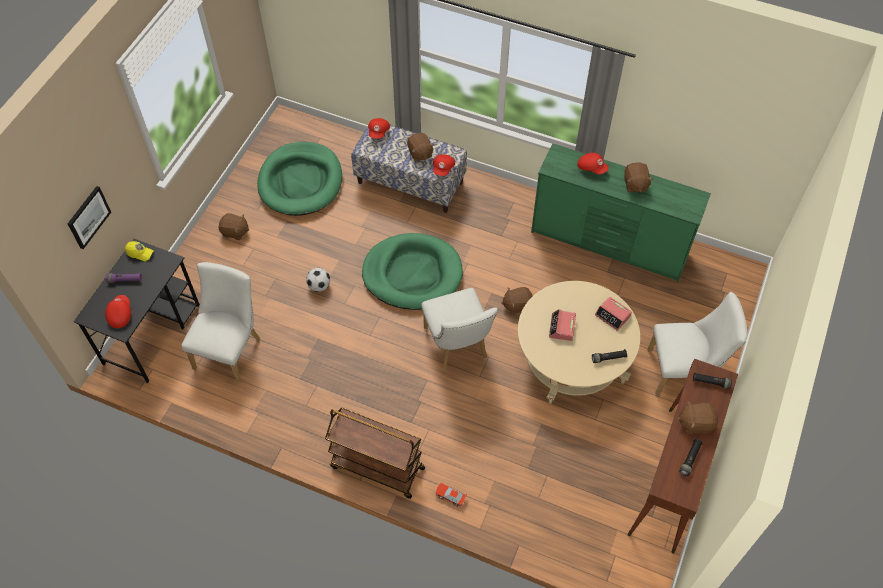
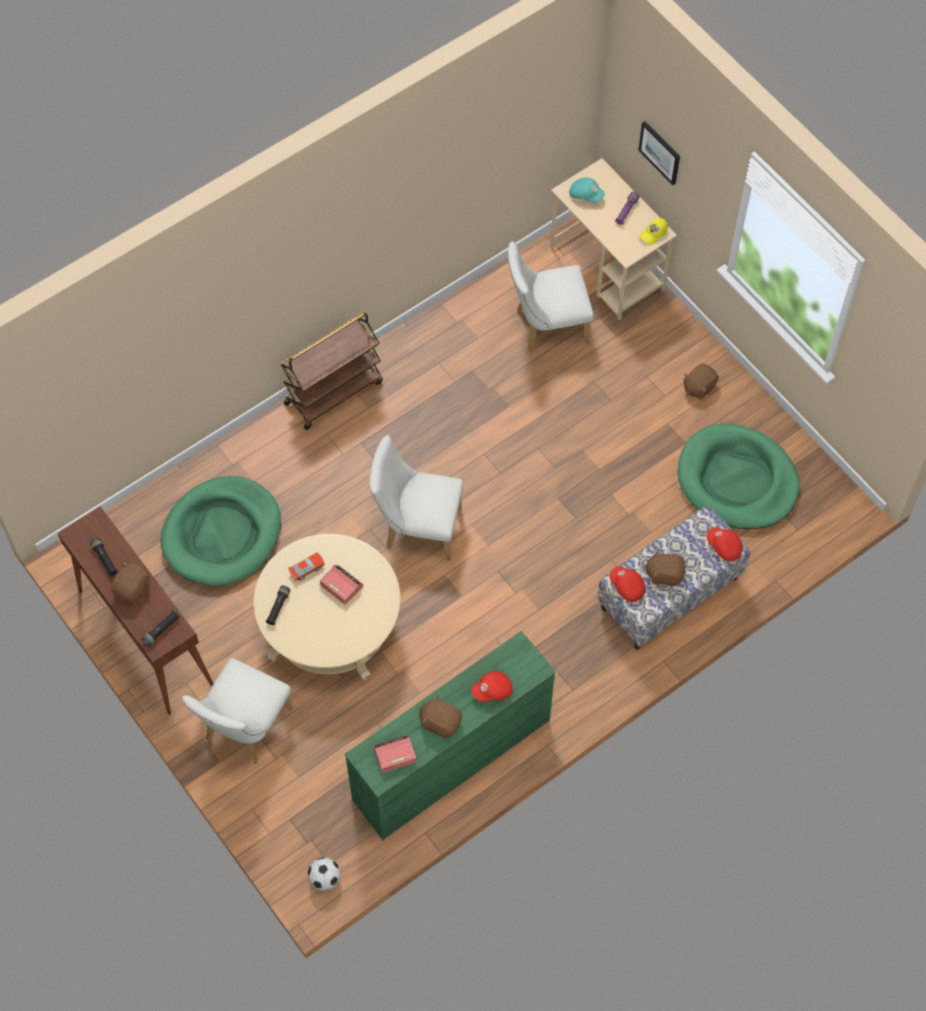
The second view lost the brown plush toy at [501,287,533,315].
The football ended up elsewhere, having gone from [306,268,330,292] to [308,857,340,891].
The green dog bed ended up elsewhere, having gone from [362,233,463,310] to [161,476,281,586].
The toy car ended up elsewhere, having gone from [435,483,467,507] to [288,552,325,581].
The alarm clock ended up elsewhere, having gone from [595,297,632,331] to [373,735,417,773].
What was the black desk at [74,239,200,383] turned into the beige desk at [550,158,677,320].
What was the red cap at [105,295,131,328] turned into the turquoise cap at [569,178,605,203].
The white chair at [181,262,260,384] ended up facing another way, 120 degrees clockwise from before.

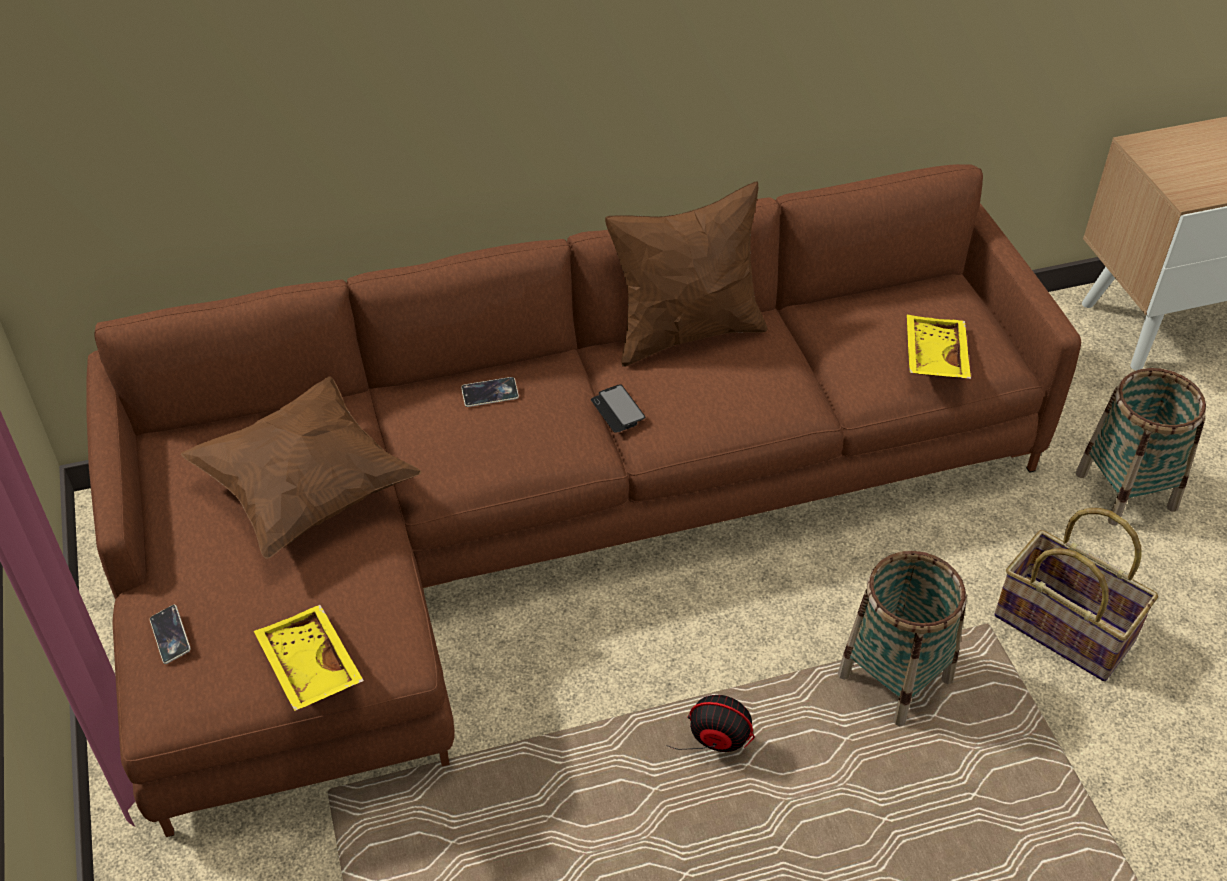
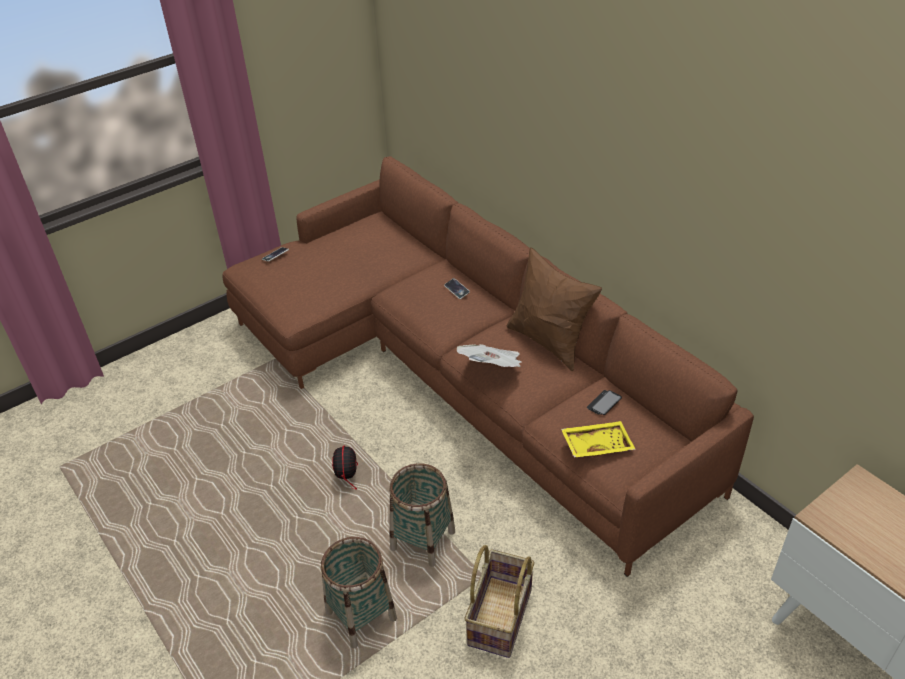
The second view lost the brown pillow at [181,376,422,559].
The second view lost the yellow tray at [254,605,364,711].
The second view gained the newspaper at [457,344,522,367].
The phone ended up elsewhere, having gone from [591,385,646,433] to [587,390,622,415].
The basket ended up elsewhere, having gone from [1076,368,1206,525] to [321,537,397,649].

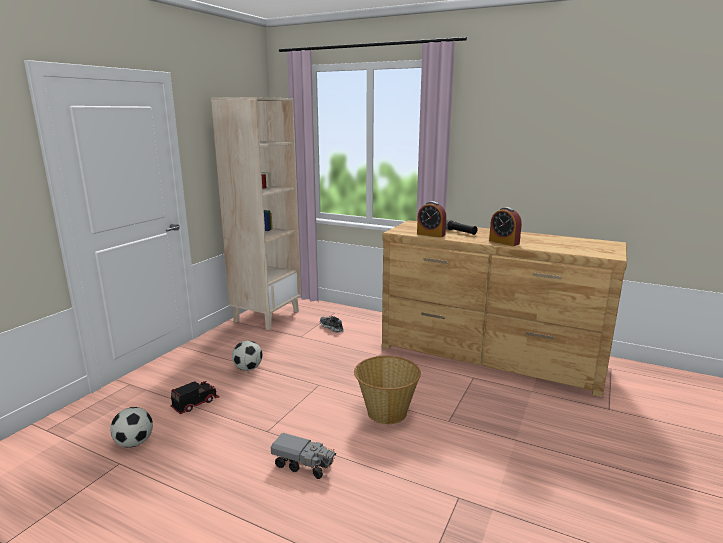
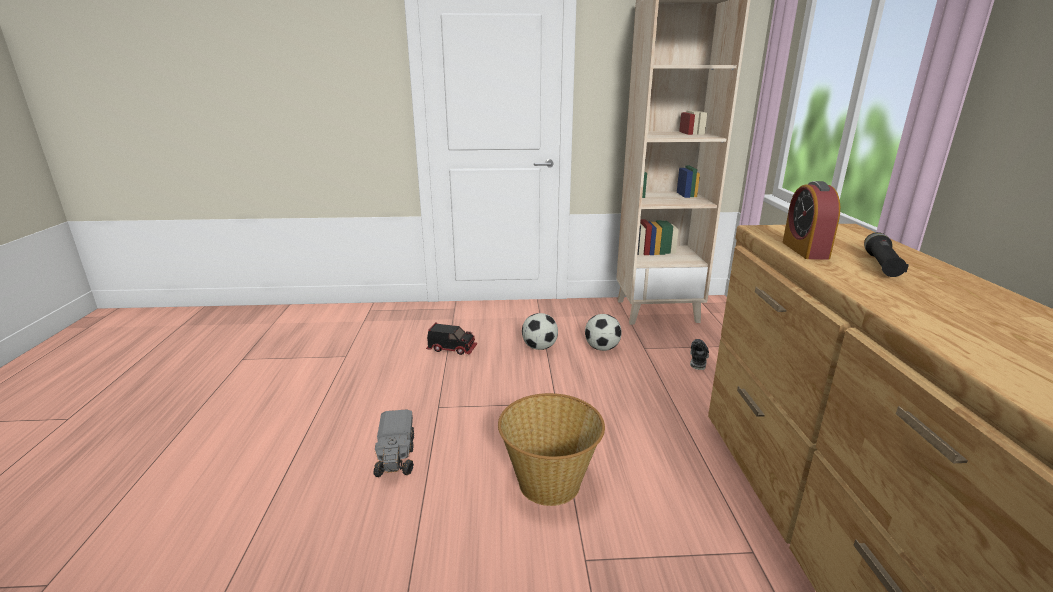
The second view lost the alarm clock at [489,207,522,246].
The football ended up elsewhere, having gone from [110,407,153,448] to [585,314,622,351].

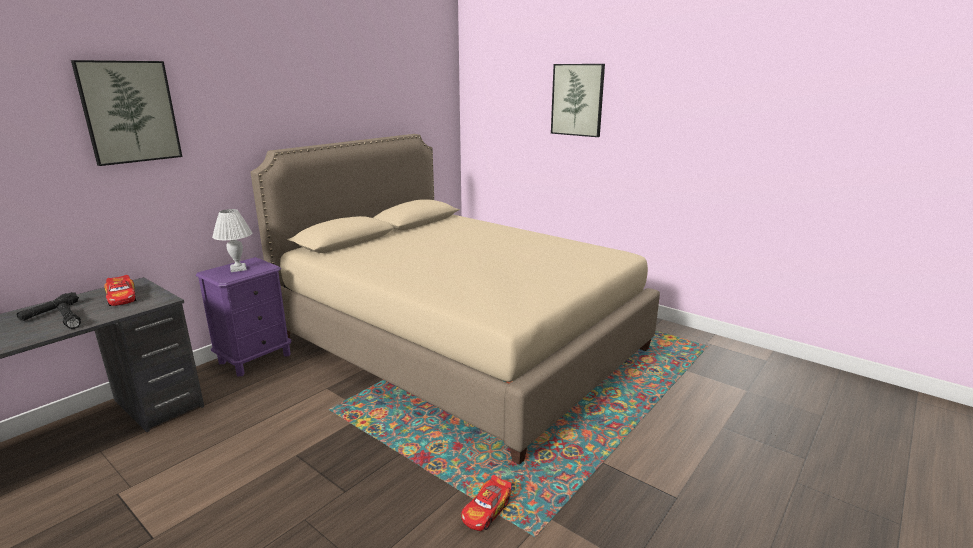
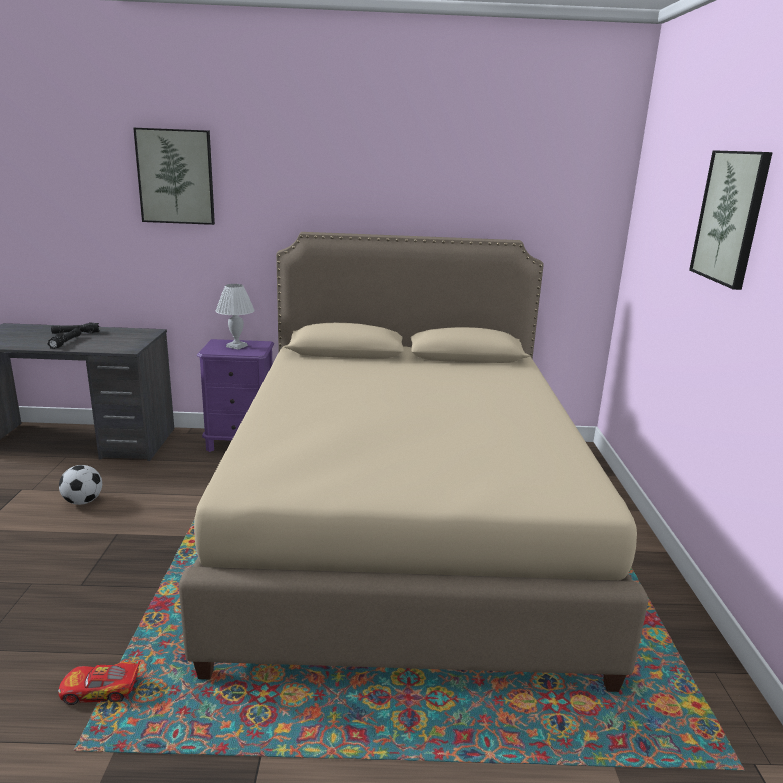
The second view lost the toy car at [104,275,136,306].
The second view gained the football at [59,465,102,505].

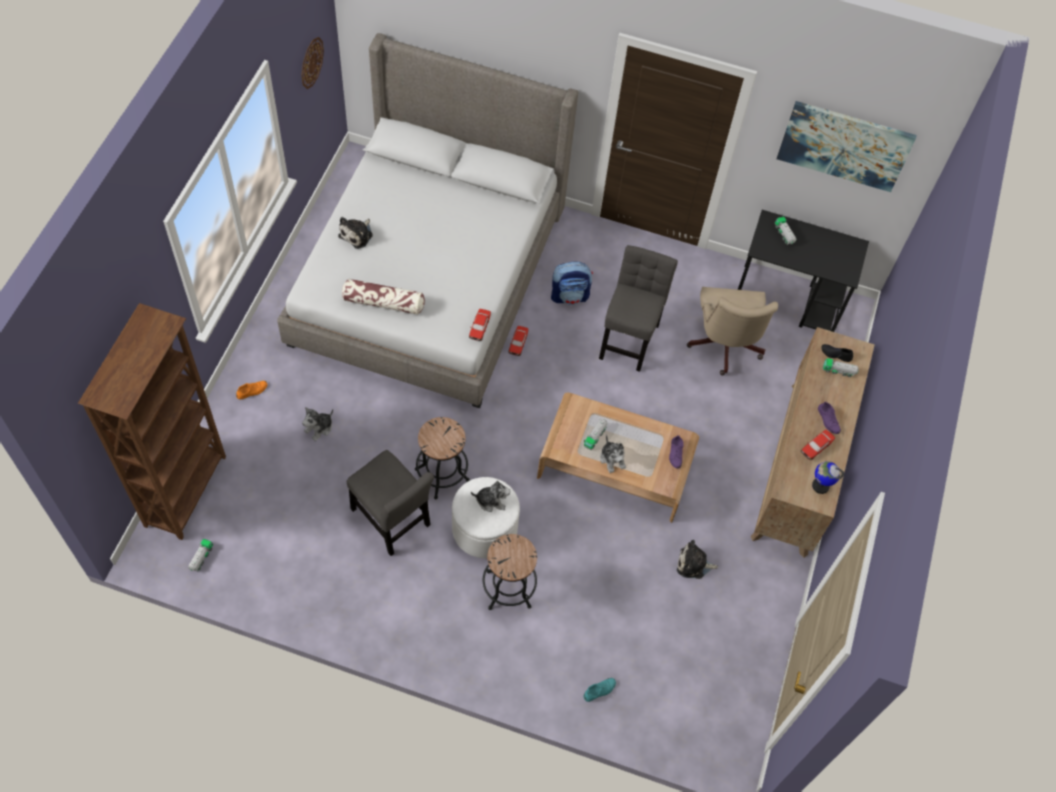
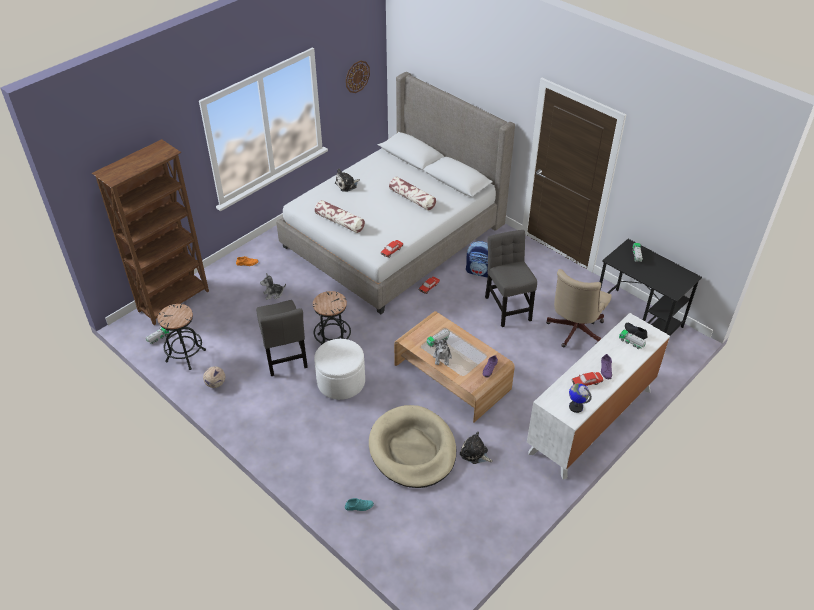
The second view lost the plush toy at [471,481,510,512].
The second view lost the picture at [777,101,917,192].
The second view gained the football at [203,366,225,388].
The second view gained the beige dog bed at [369,405,456,488].
The second view gained the pillow at [389,177,436,211].
The black stool ended up elsewhere, having gone from [483,534,537,610] to [157,304,206,370].
What was the brown dresser at [751,327,875,558] turned into the white dresser at [527,313,670,479].
The grey chair at [599,245,678,372] ended up facing another way, 60 degrees counterclockwise from before.

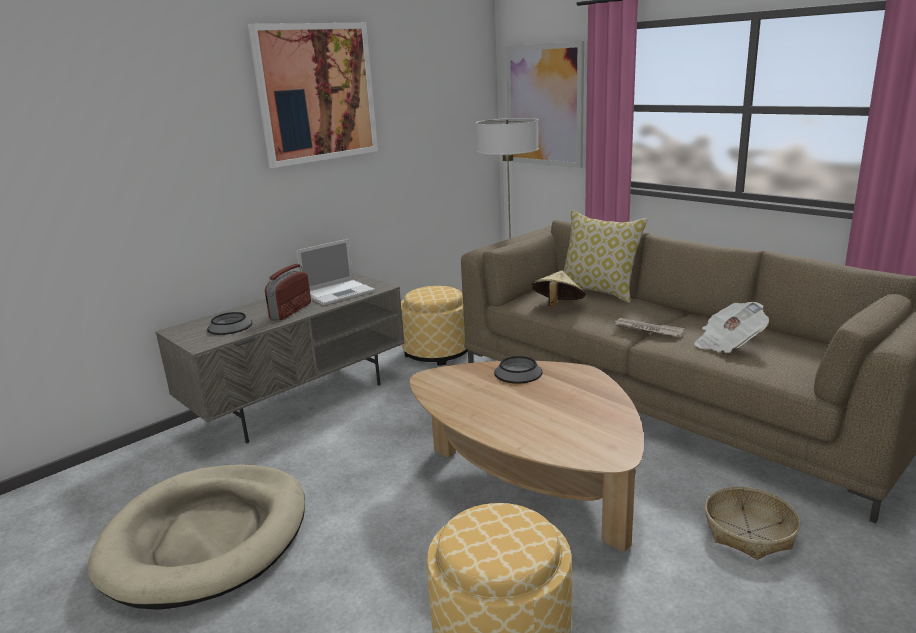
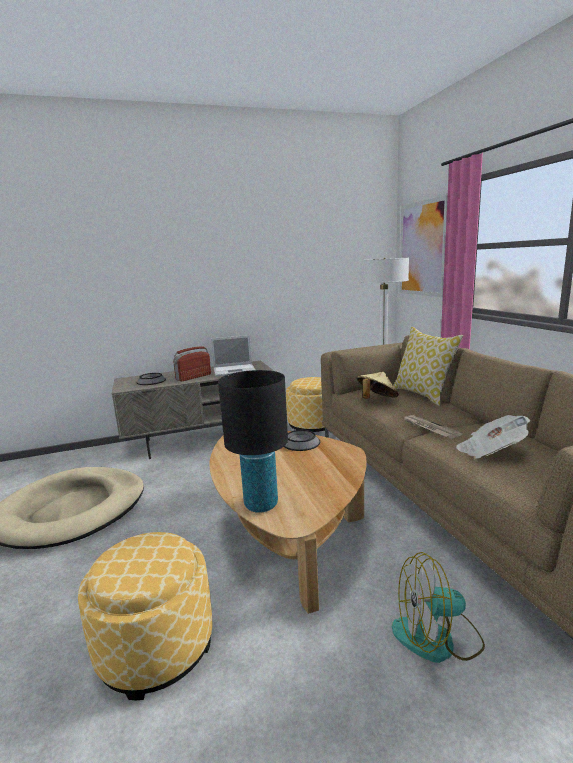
The second view lost the picture at [248,23,378,168].
The second view gained the black table lamp at [218,370,288,513].
Where the basket stood at [705,487,800,560], the fan came to stand at [392,552,485,663].

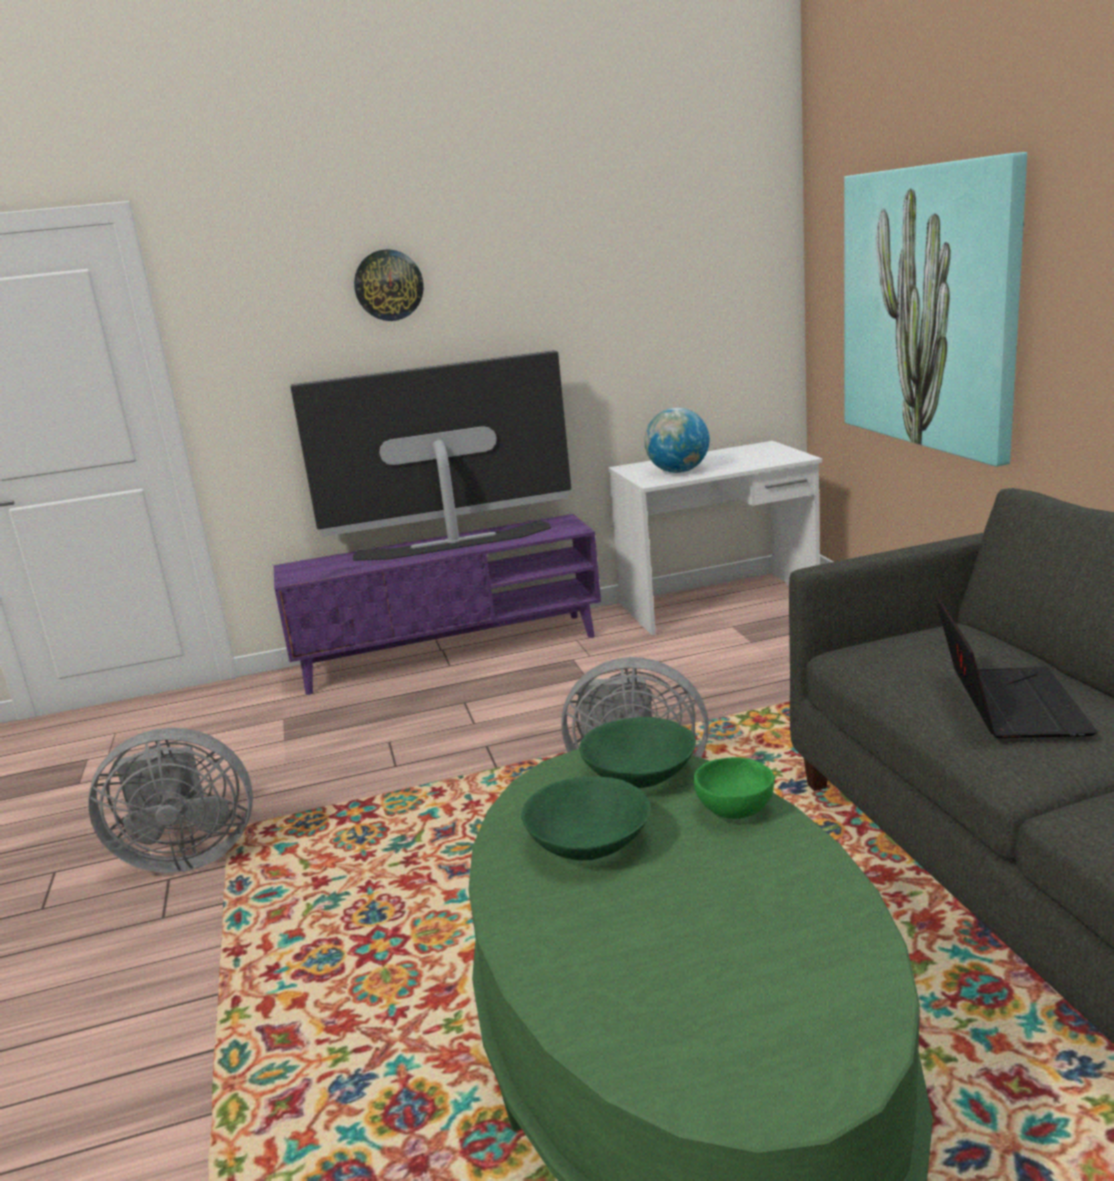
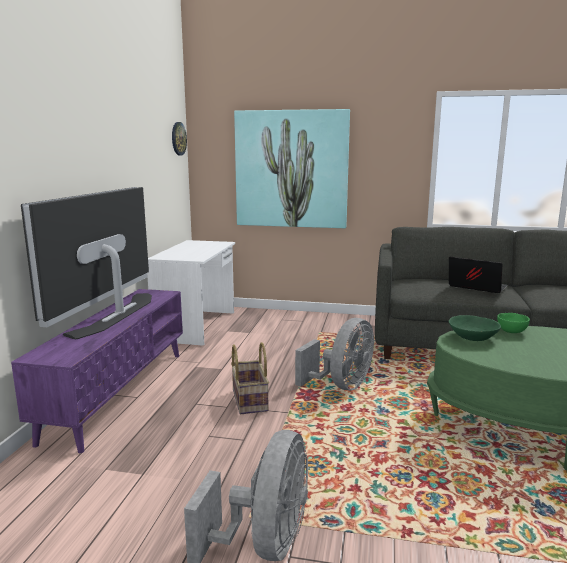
The second view lost the green bowl at [521,776,651,860].
The second view lost the globe at [644,408,709,473].
The second view gained the basket at [231,342,269,414].
The wall clock ended up elsewhere, having gone from [354,249,424,321] to [172,122,187,156].

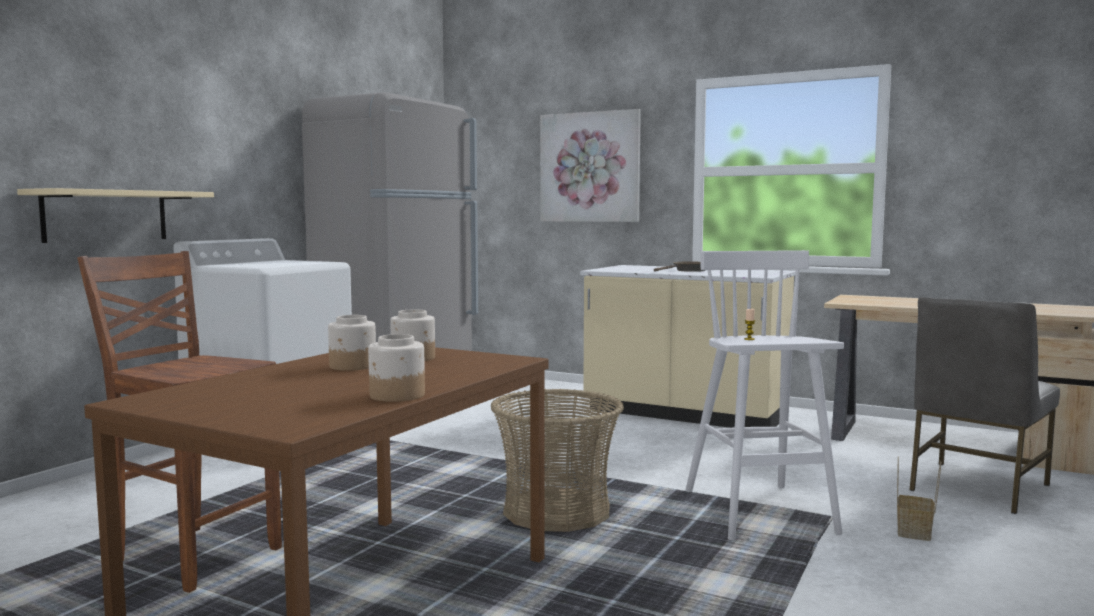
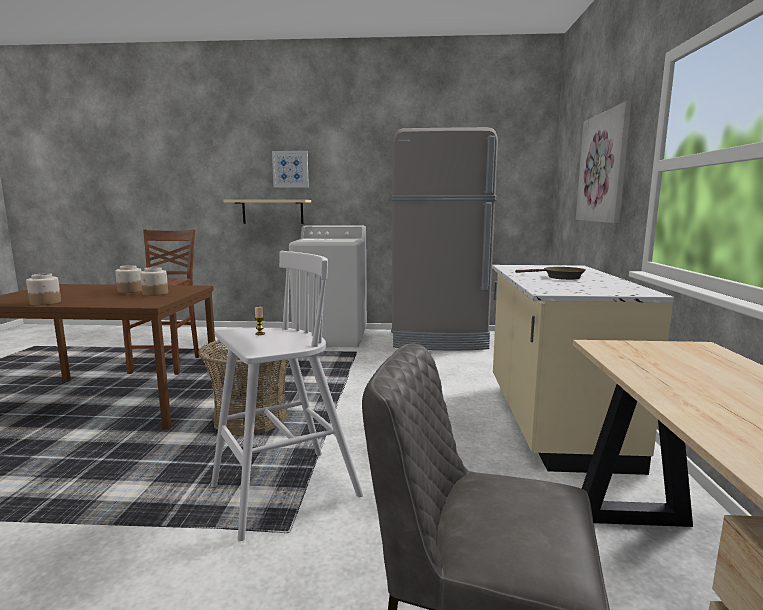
The second view lost the basket at [897,456,941,541].
The second view gained the picture at [272,151,309,188].

